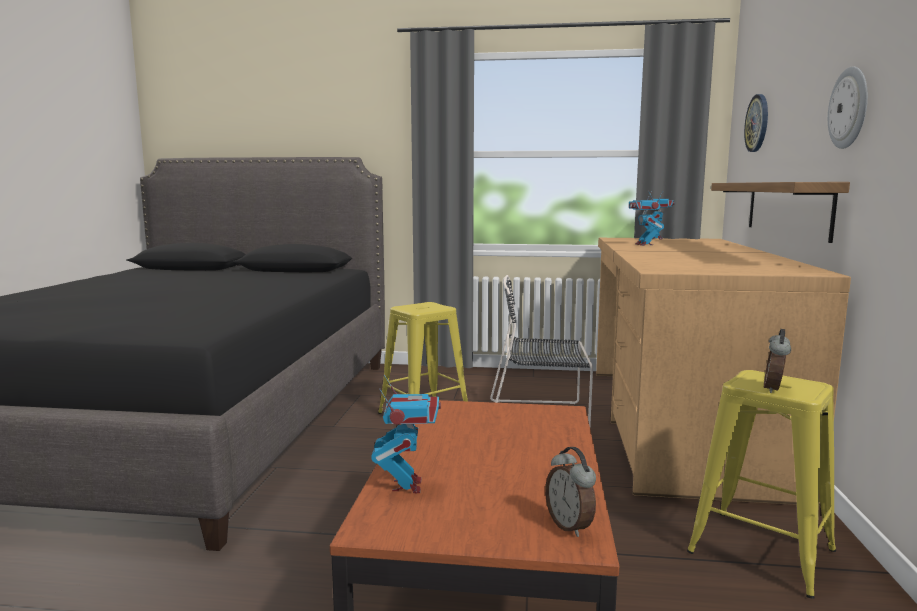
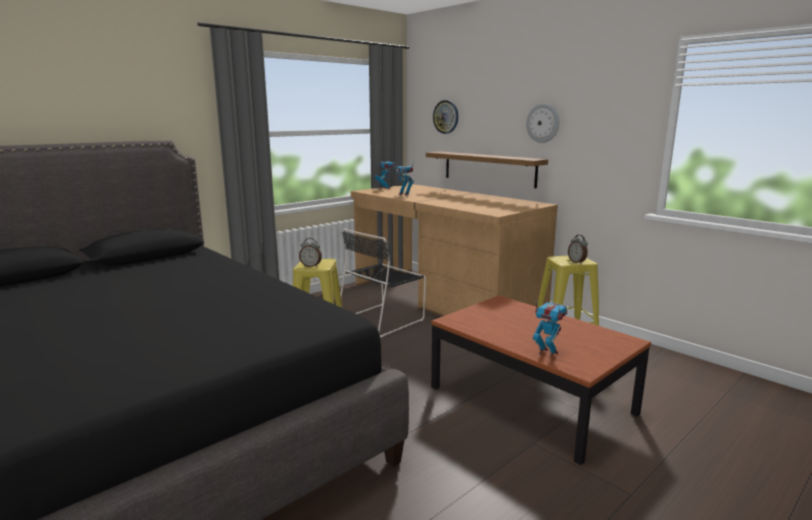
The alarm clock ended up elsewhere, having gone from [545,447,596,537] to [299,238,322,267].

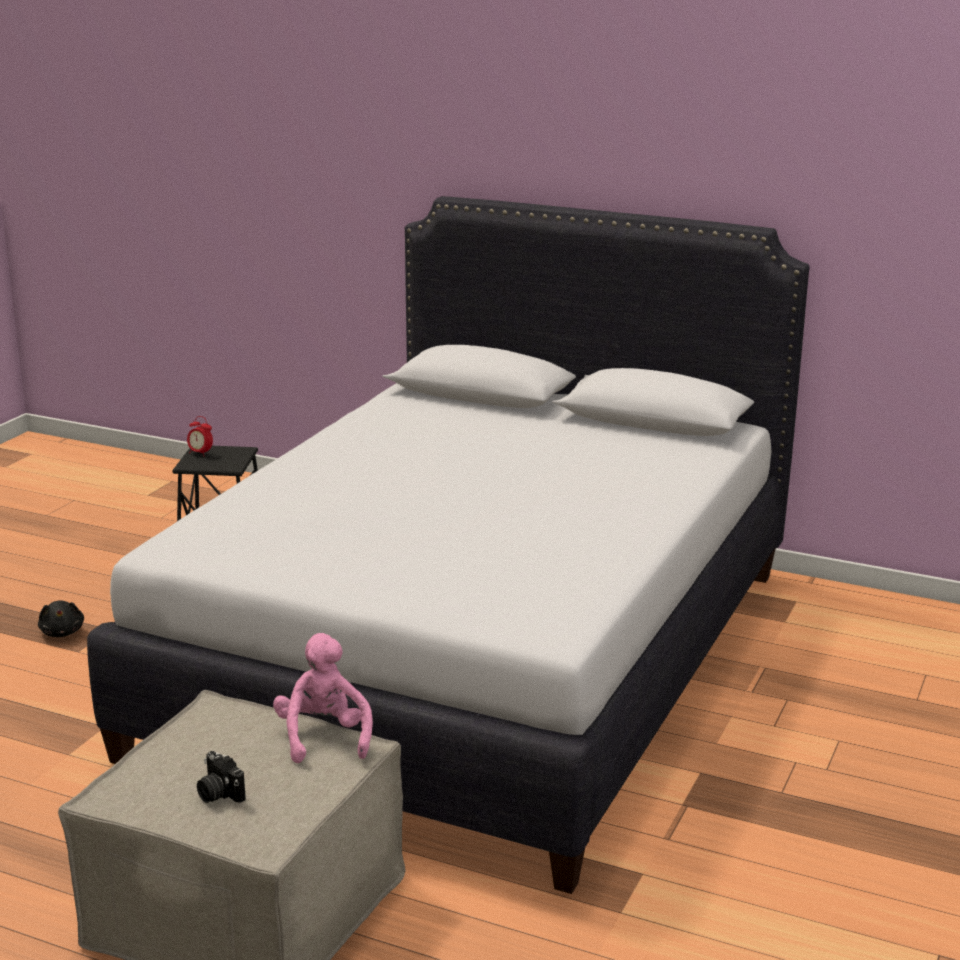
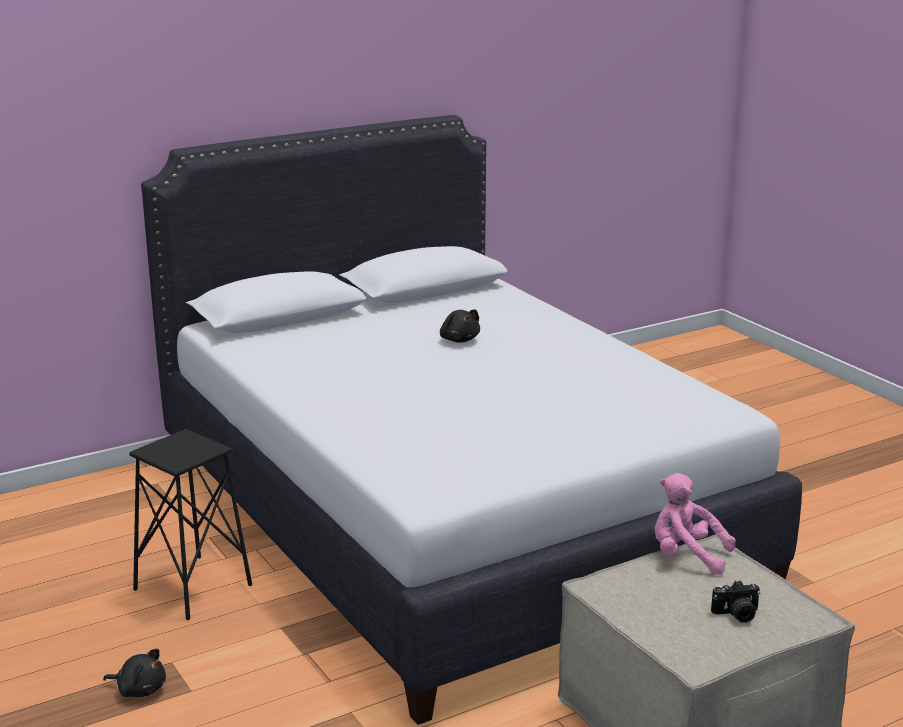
The second view lost the alarm clock at [187,416,213,455].
The second view gained the black plush toy at [440,309,480,343].

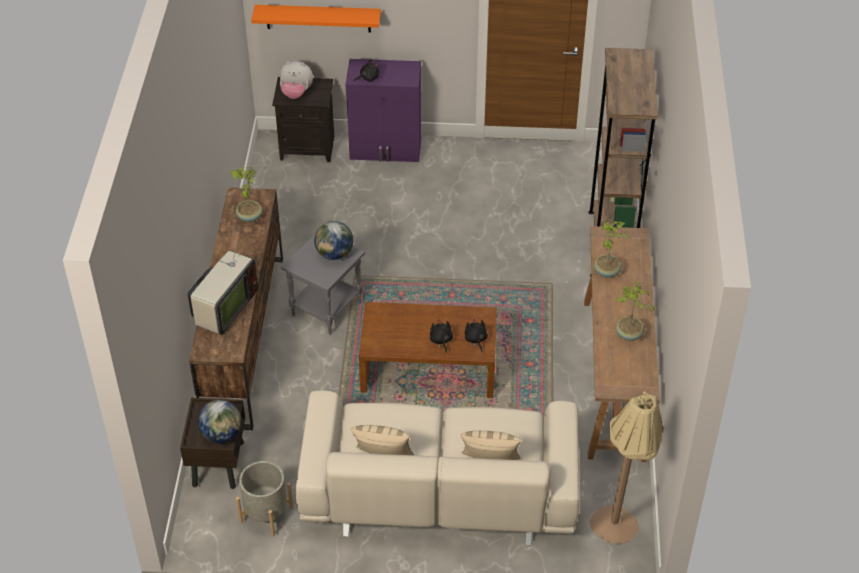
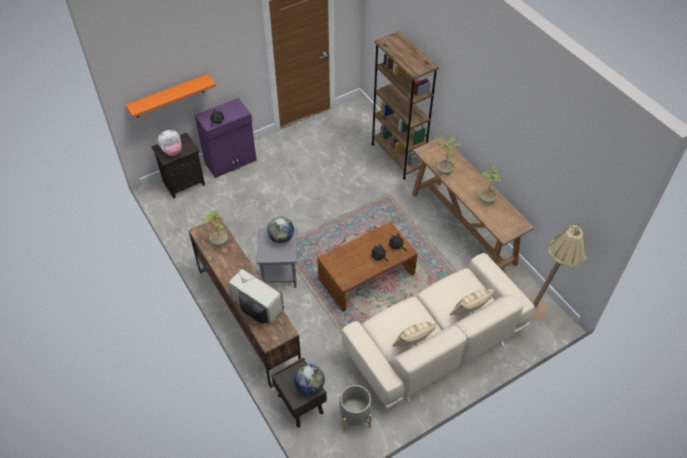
The television at [188,226,258,335] ended up facing another way, 45 degrees counterclockwise from before.

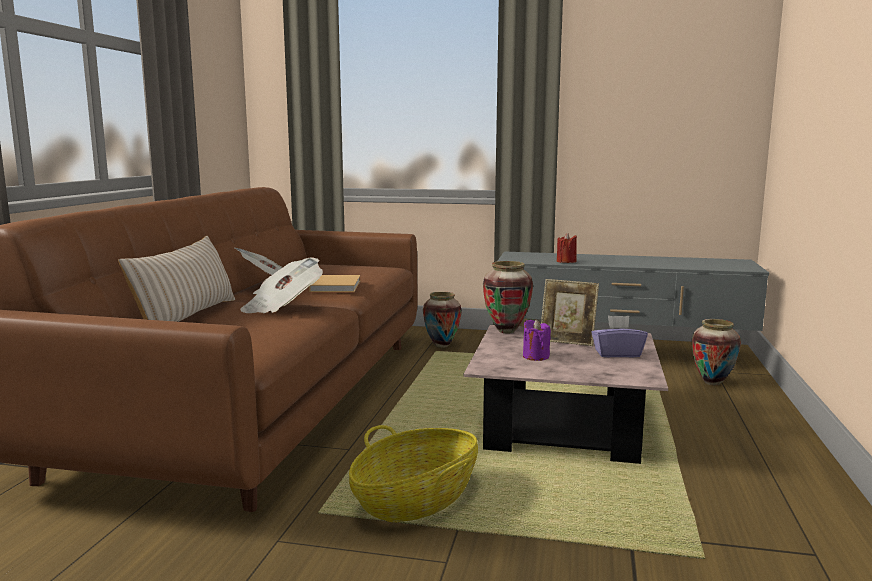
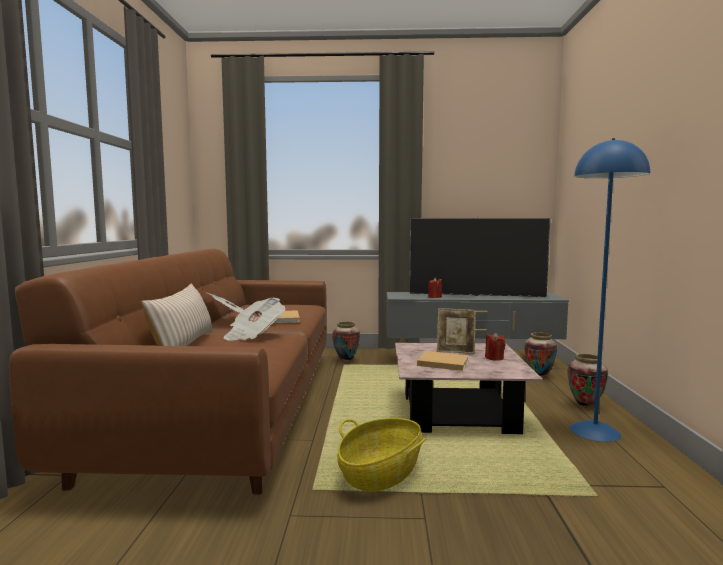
The second view gained the television at [409,217,551,297].
The second view gained the blue floor lamp at [570,138,650,442].
The vase ended up elsewhere, having gone from [483,261,533,333] to [567,354,608,408].
Where the purple candle stood at [523,319,551,361], the beige book came to stand at [417,351,469,371].
Where the purple tissue box stood at [591,316,648,357], the red candle came to stand at [485,332,505,361].

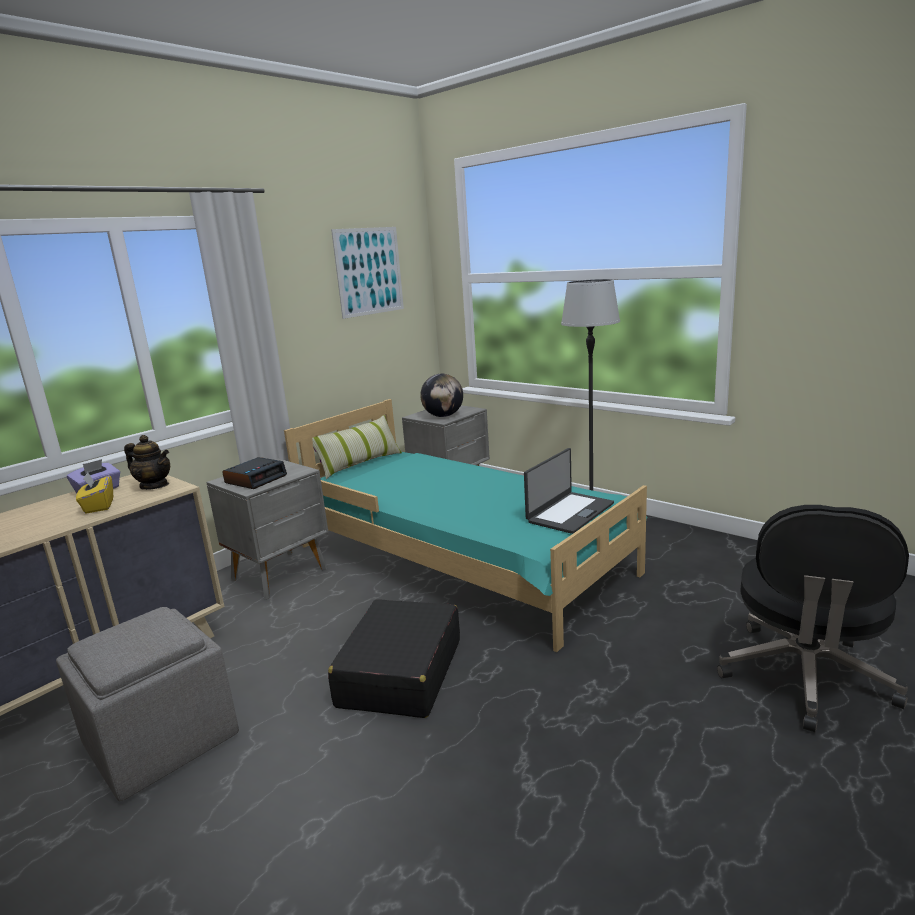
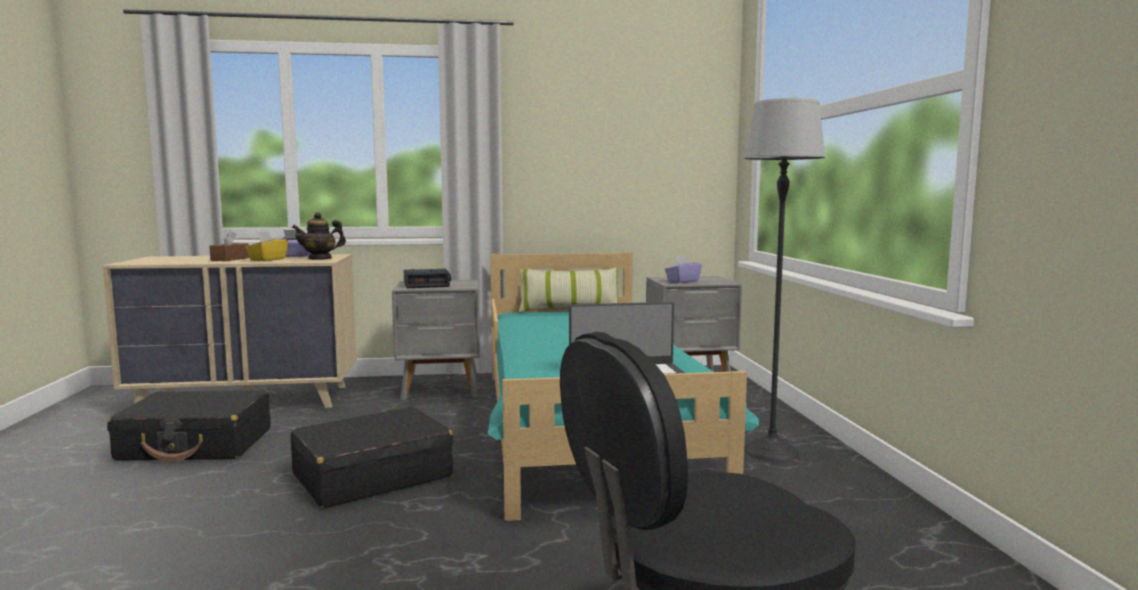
The second view lost the picture at [331,227,404,319].
The second view gained the brown tissue box at [209,230,249,261].
Where the grey ottoman stood at [56,607,239,801], the black suitcase came to stand at [107,390,271,463].
Where the globe stood at [420,374,463,417], the purple tissue box came to stand at [665,255,702,283].
The teapot at [124,435,170,490] ended up facing another way, 90 degrees clockwise from before.

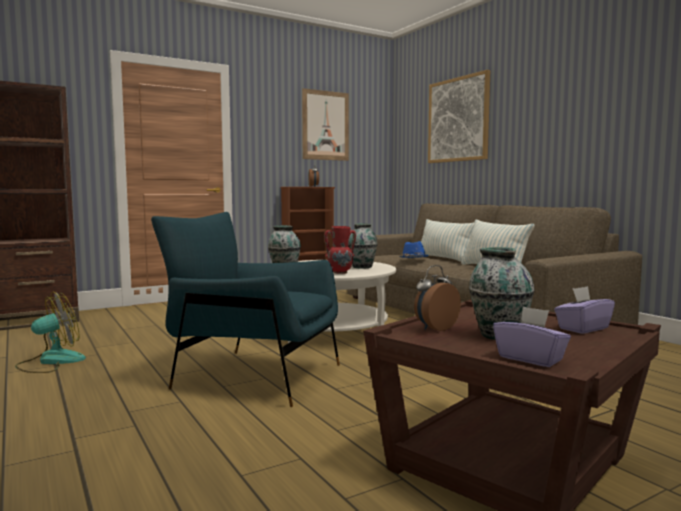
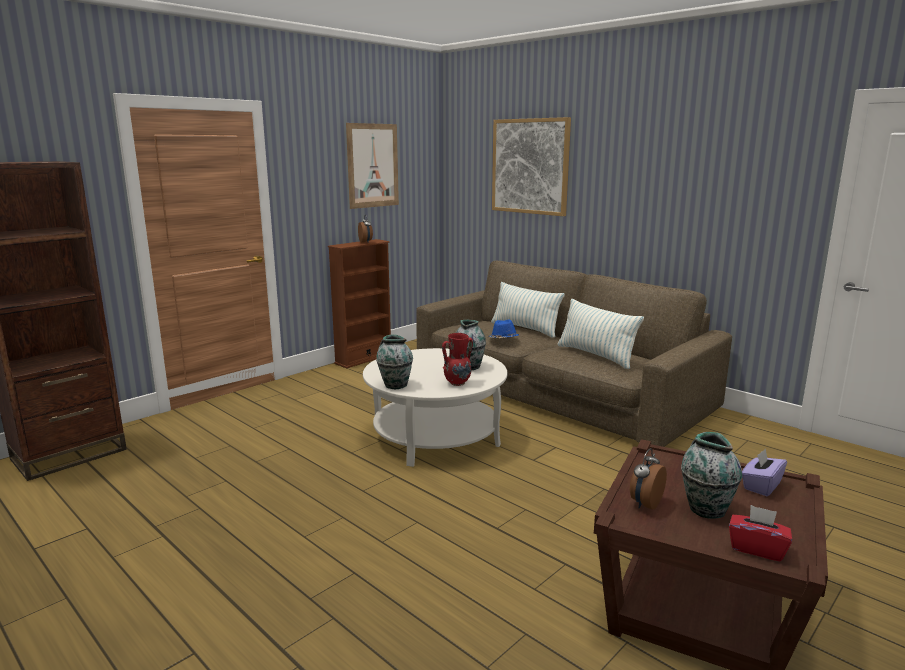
The second view lost the fan at [15,292,86,373].
The second view lost the blue armchair at [151,212,340,407].
What was the purple tissue box at [493,306,571,367] turned into the red tissue box at [729,505,792,561].

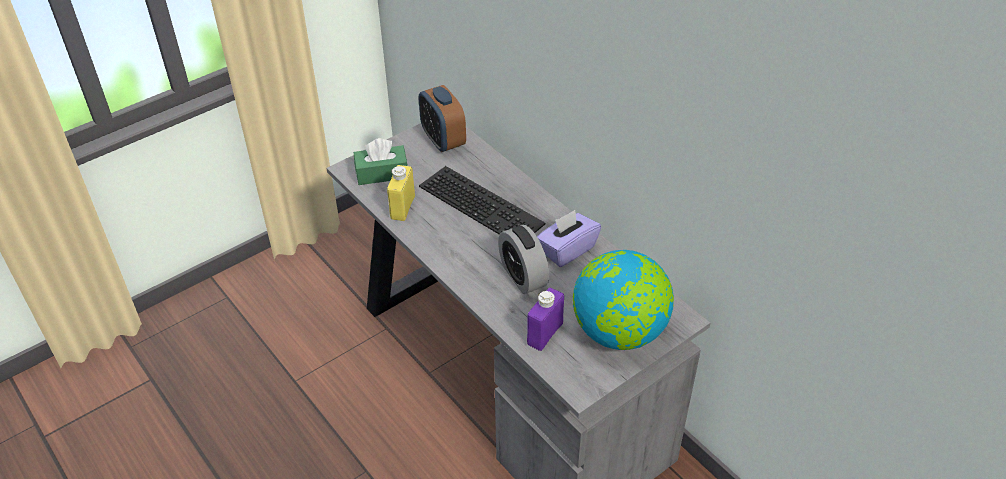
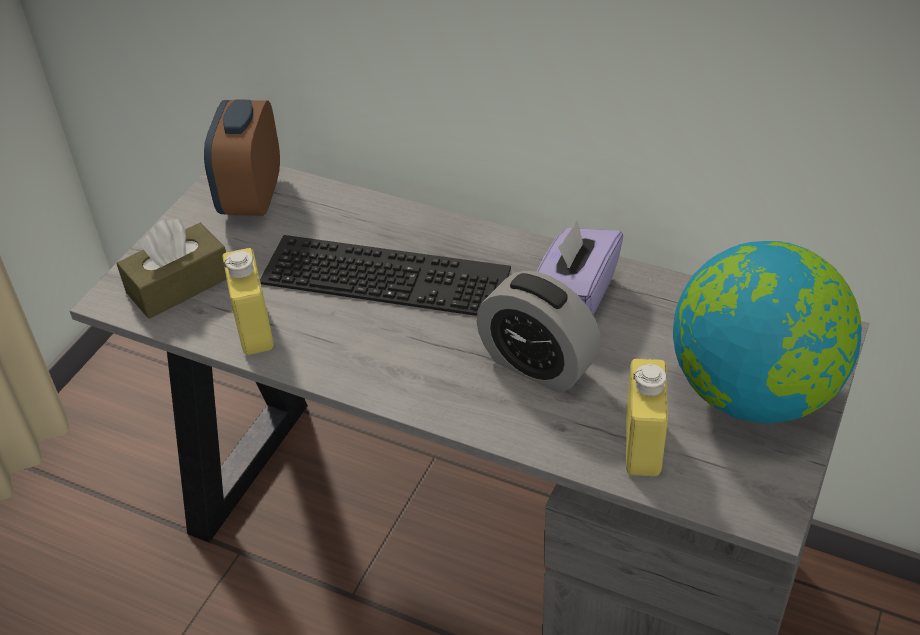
What was the green tissue box at [354,138,407,185] turned into the brown tissue box at [116,219,227,319].
What was the purple bottle at [527,288,564,351] turned into the yellow bottle at [626,359,668,476].
The alarm clock at [419,85,466,152] ended up facing another way, 60 degrees clockwise from before.

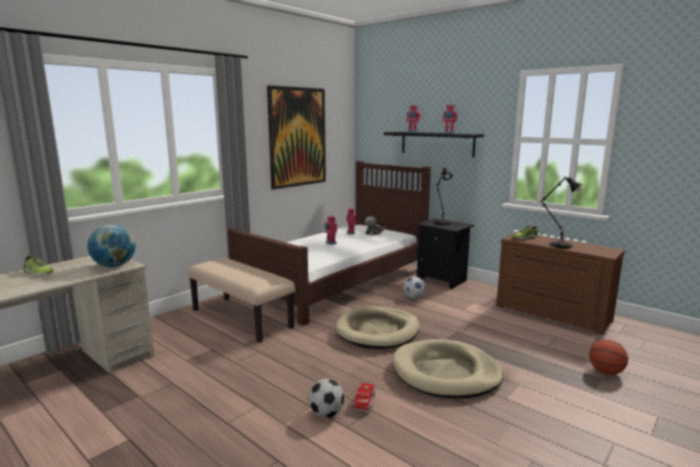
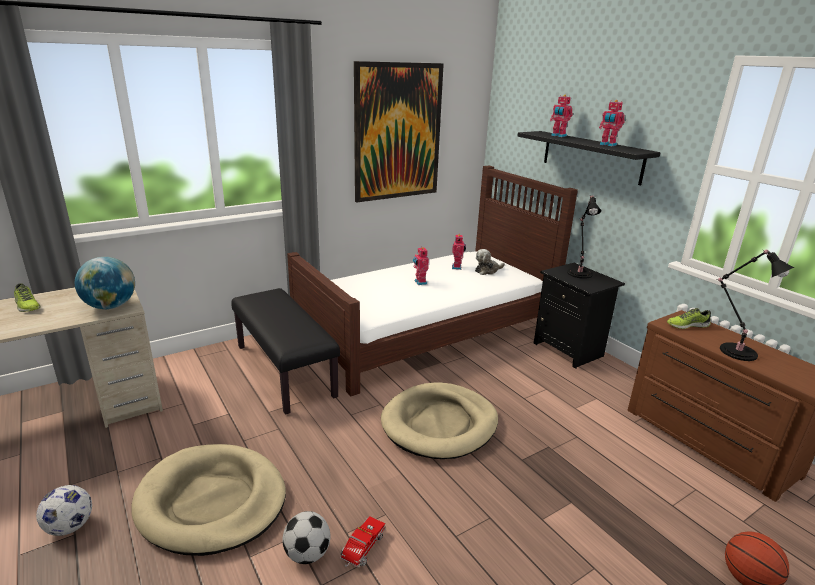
The beige dog bed ended up elsewhere, having gone from [392,339,503,398] to [131,444,286,556].
The football ended up elsewhere, having gone from [403,276,426,299] to [36,485,92,536].
What was the beige bench at [188,258,295,343] turned into the black bench at [231,288,340,415].

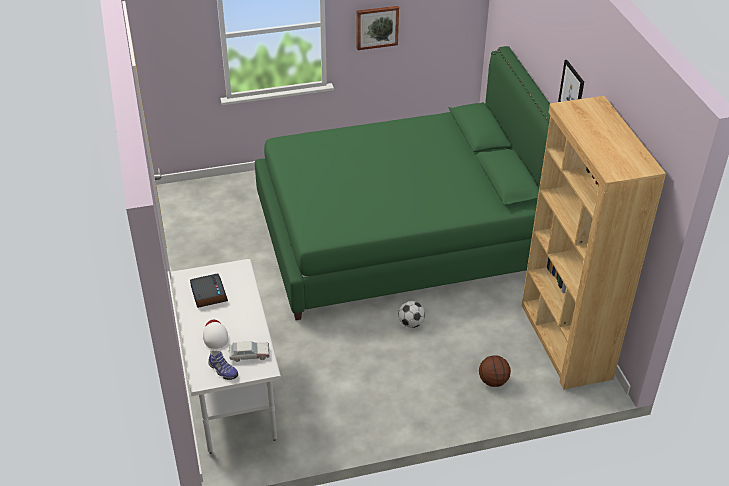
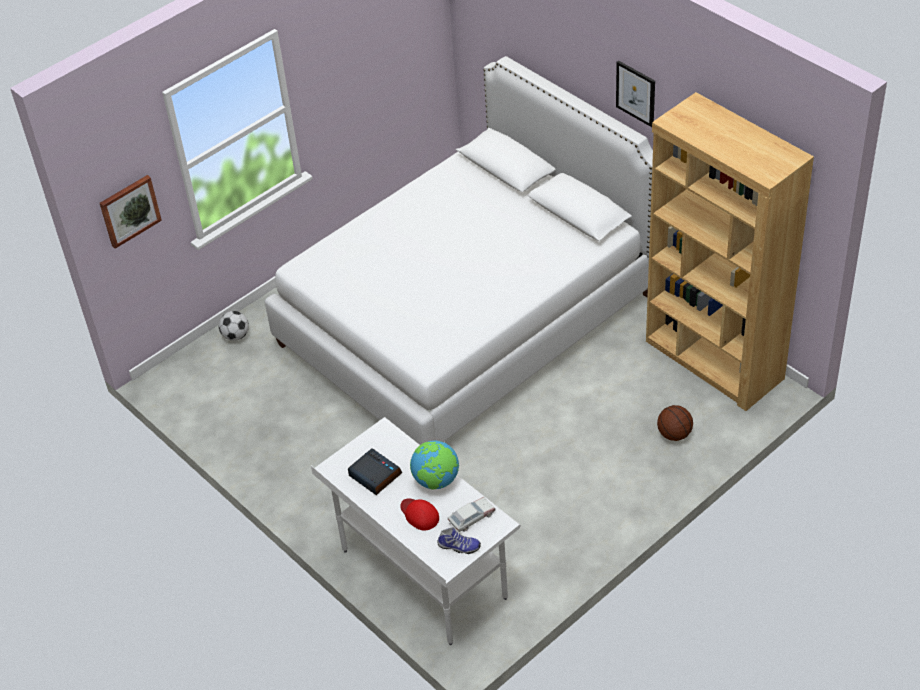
The second view gained the globe at [410,441,459,489].
The picture ended up elsewhere, having gone from [357,6,399,50] to [100,175,162,249].
The football ended up elsewhere, having gone from [398,301,425,328] to [219,311,249,341].
What was the white cap at [203,320,228,349] turned into the red cap at [400,499,439,530].
What was the green bed at [255,46,550,320] turned into the white bed at [265,56,653,445].

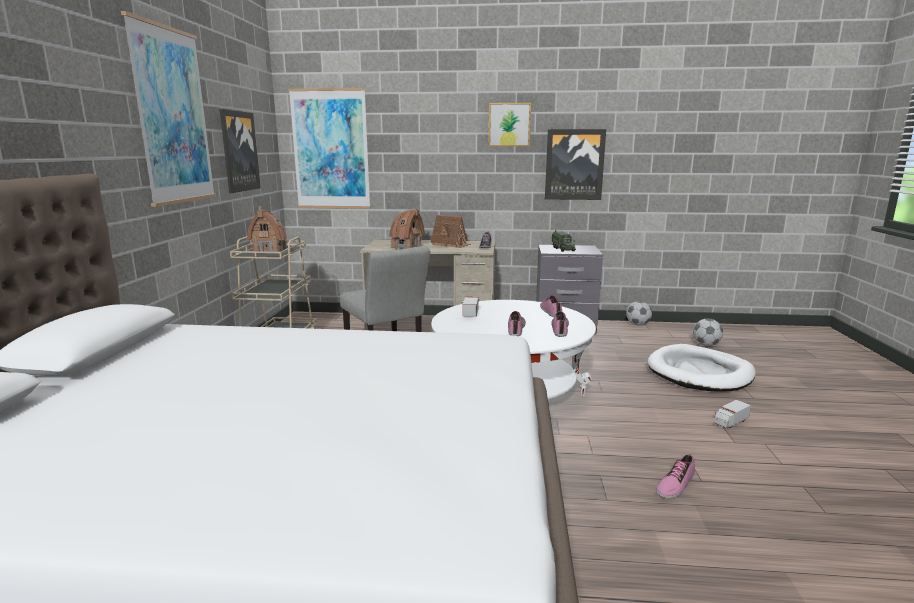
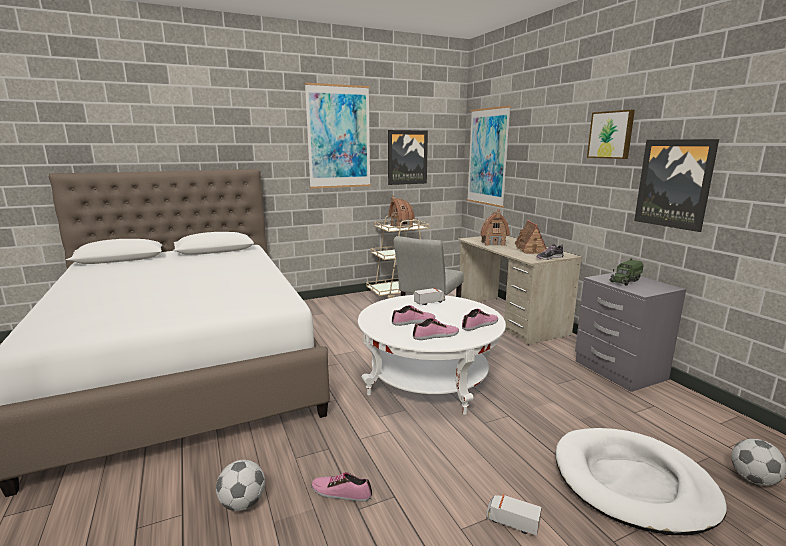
The football ended up elsewhere, having gone from [626,301,652,326] to [216,460,265,511].

